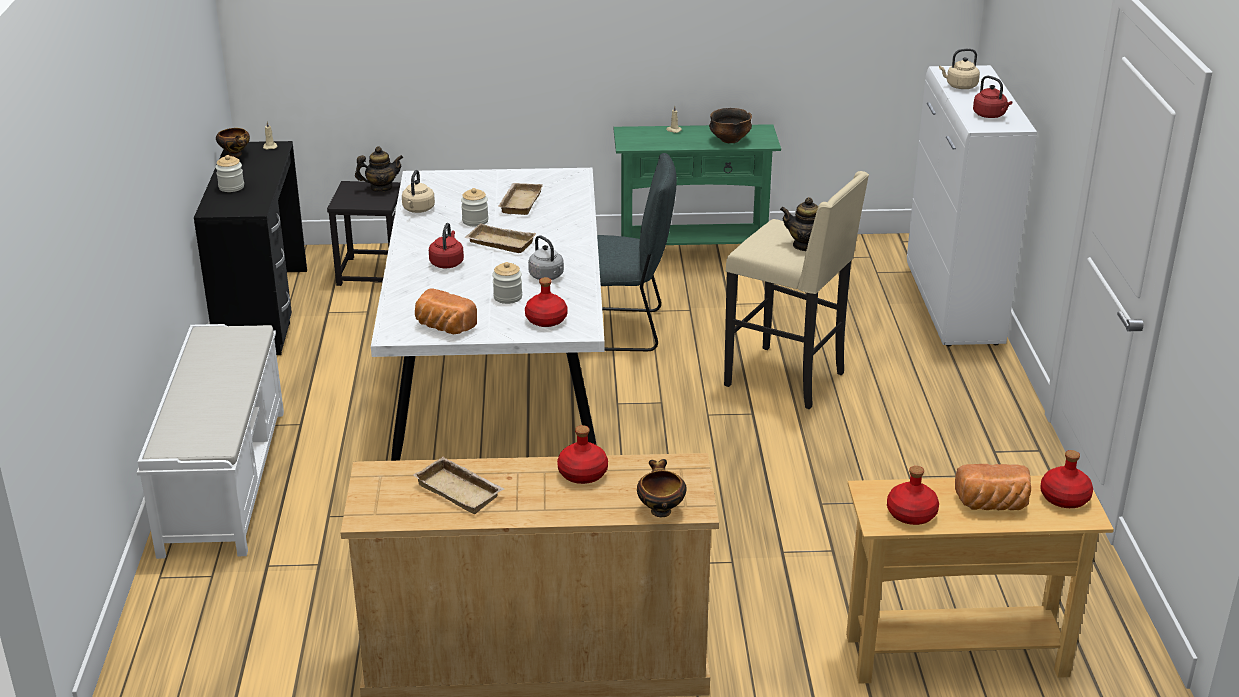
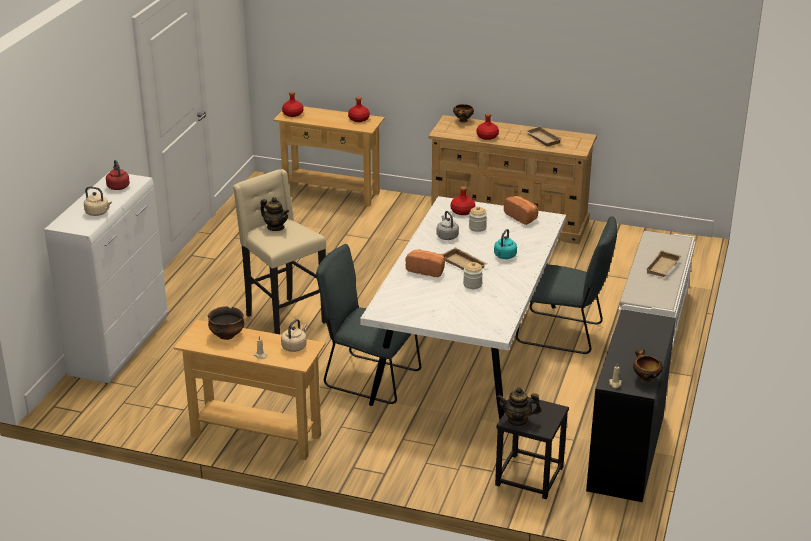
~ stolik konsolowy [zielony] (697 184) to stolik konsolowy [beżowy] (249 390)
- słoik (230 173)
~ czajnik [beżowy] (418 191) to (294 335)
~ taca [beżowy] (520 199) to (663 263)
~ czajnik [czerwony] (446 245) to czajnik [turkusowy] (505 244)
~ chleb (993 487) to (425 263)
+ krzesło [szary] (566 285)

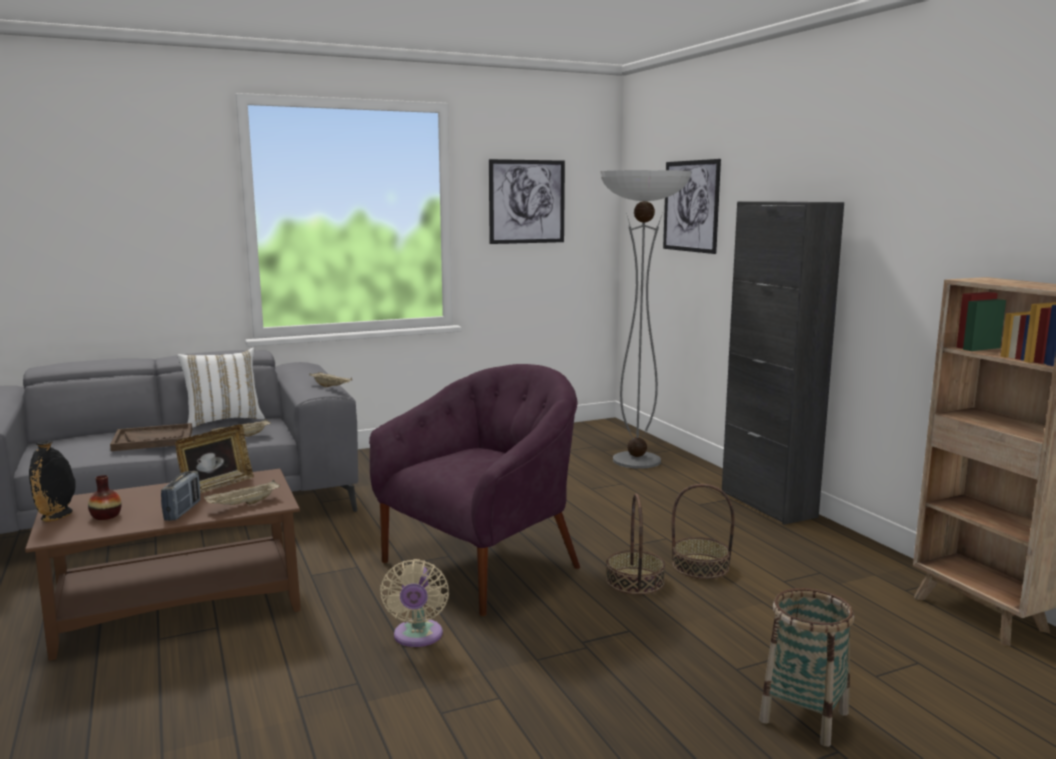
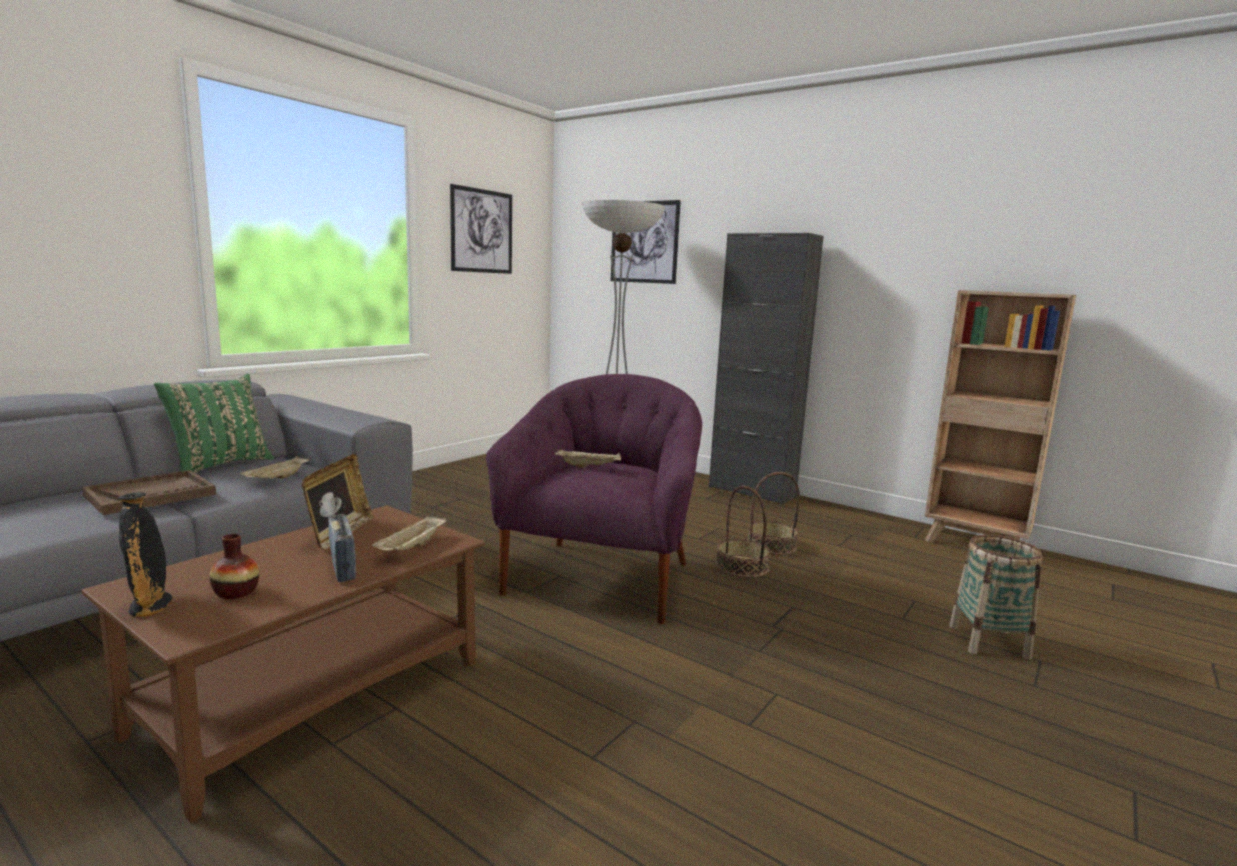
~ poduszka [biały] (221 388) to poduszka [zielony] (214 423)
~ taca [beżowy] (330 379) to (588 458)
- wentylator [beżowy] (414 603)

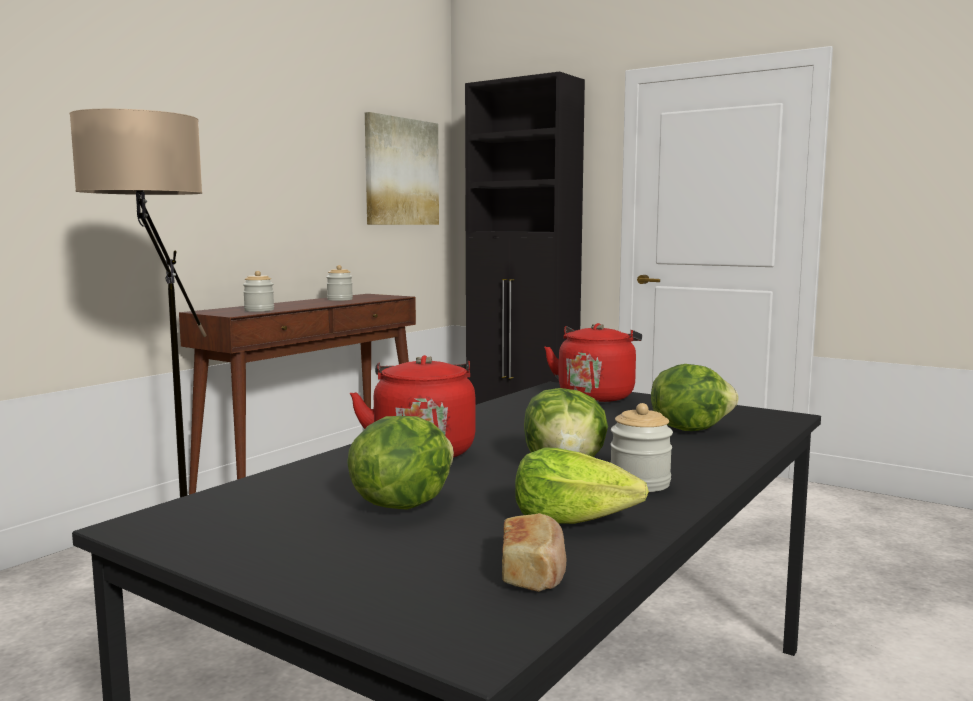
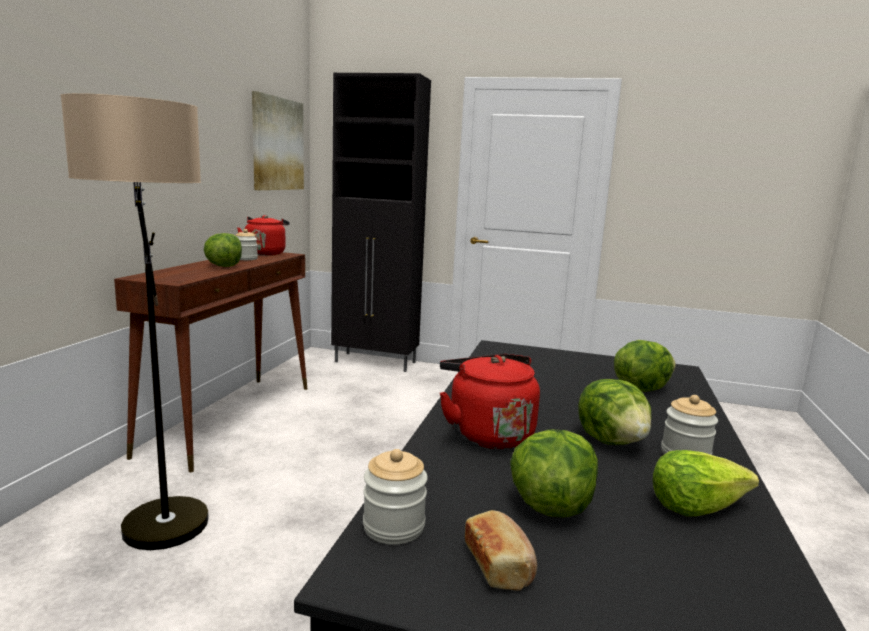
~ słoik (258 291) to (395 497)
~ czajnik [czerwony] (593 362) to (263 235)
~ chleb (534 552) to (501 550)
+ sałata (223 250)

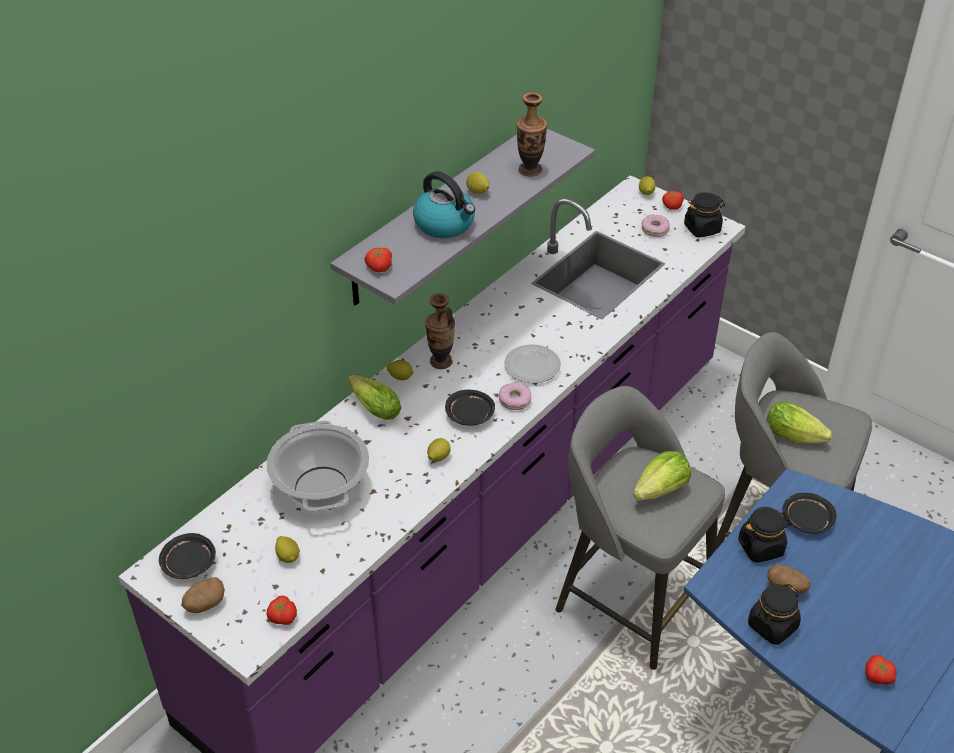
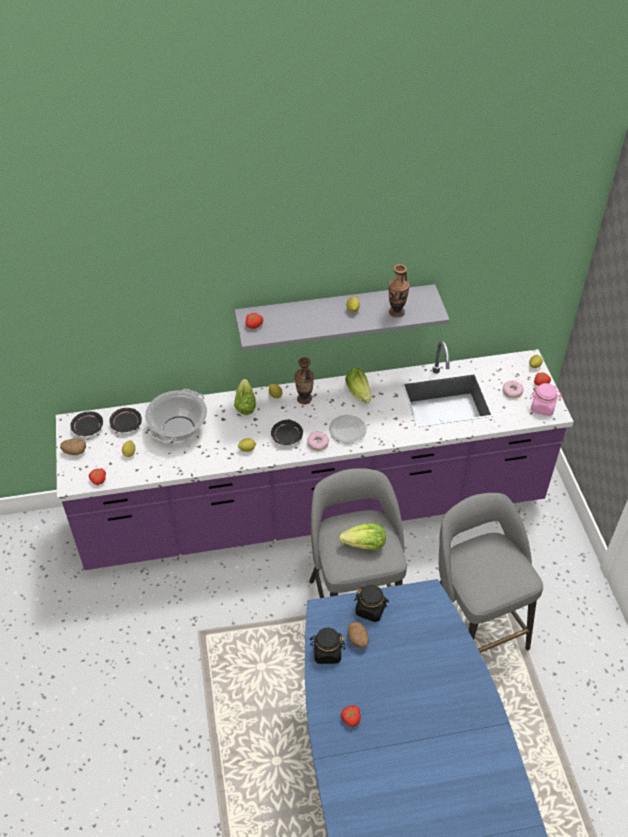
- czajnik (444 204)
~ słoik [czarny] (704 215) to słoik [różowy] (546 399)
~ sałata (799 423) to (358 385)
~ talerz [czarny] (809 513) to (125 420)

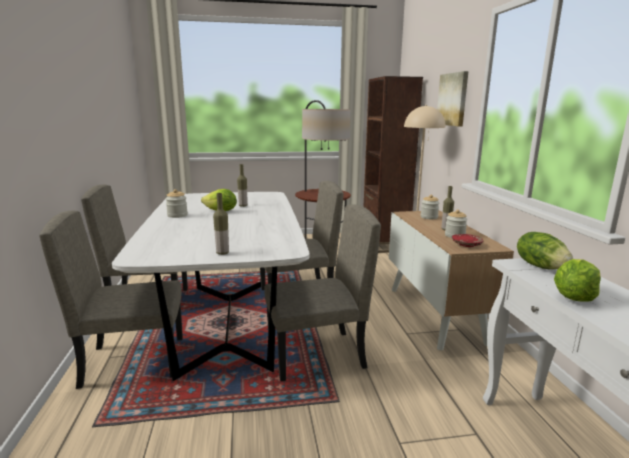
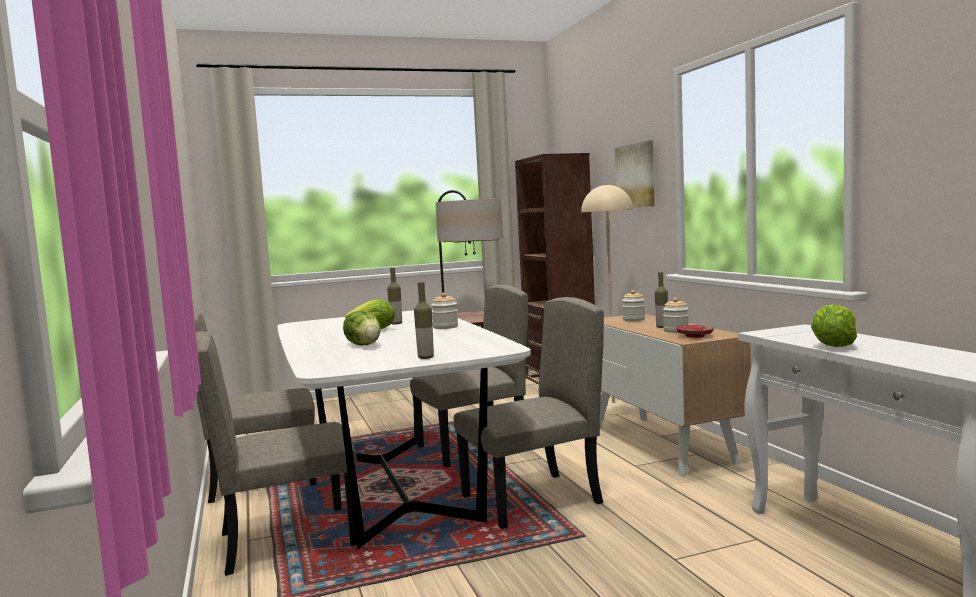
~ słoik (177 203) to (444 311)
~ sałata (545 250) to (361 328)

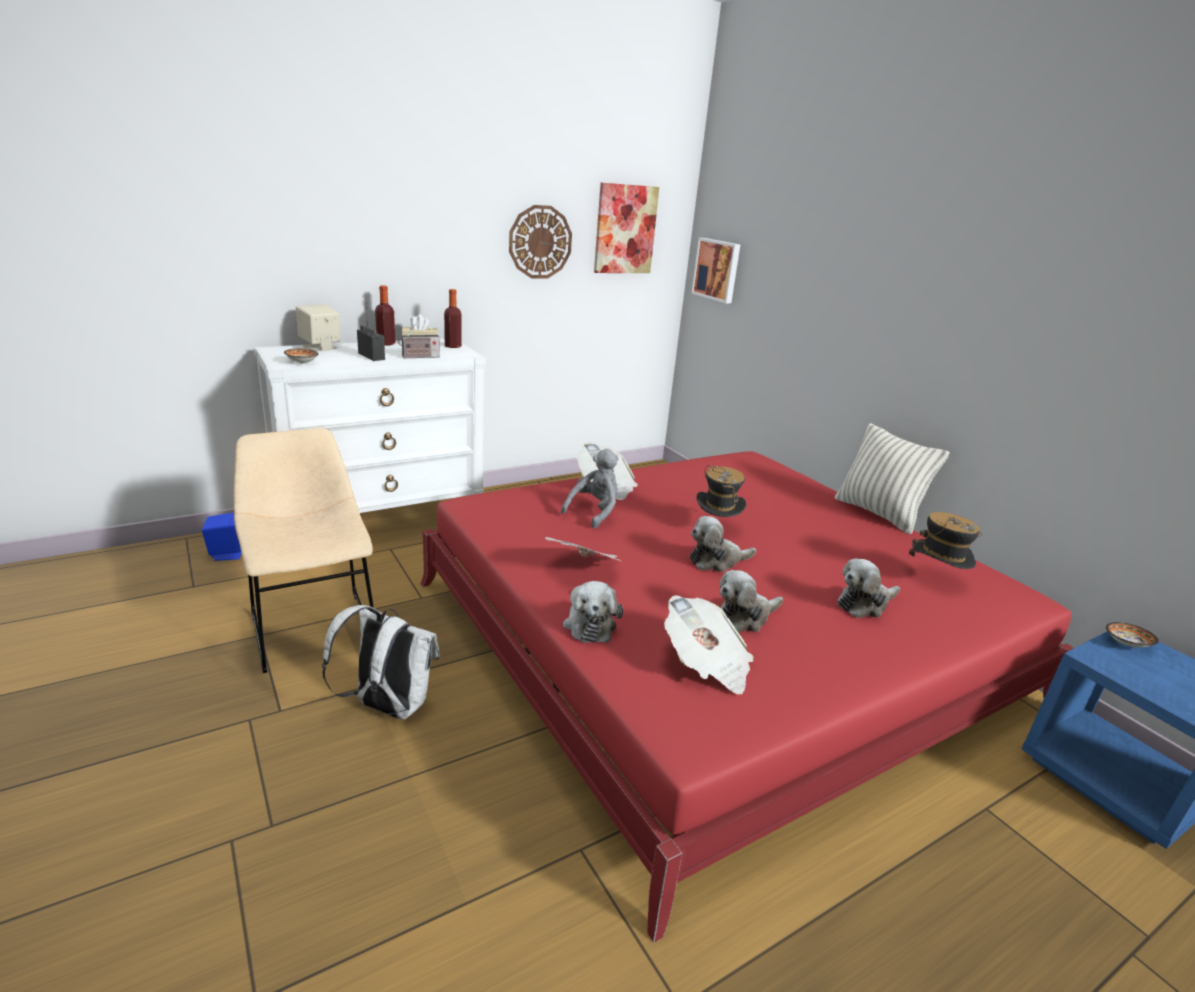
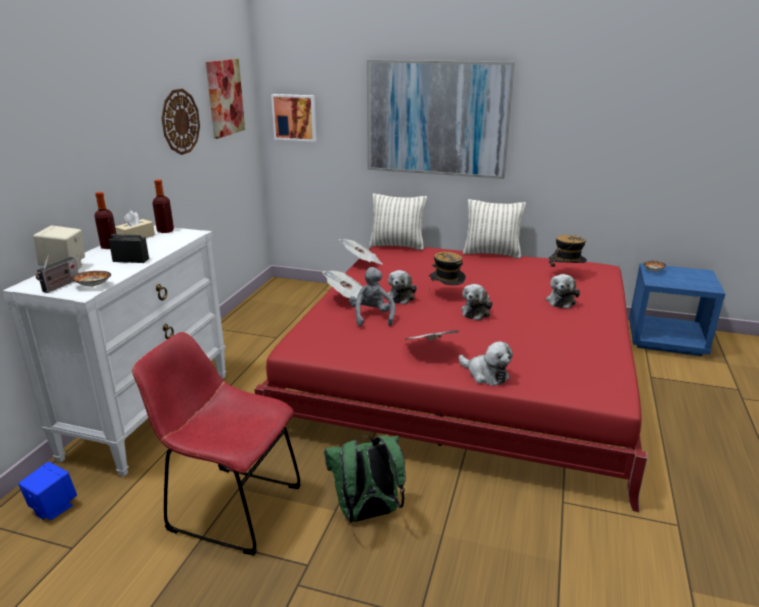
~ radio (419 341) to (57 273)
~ krzesło [beżowy] (303 550) to krzesło [czerwony] (216 443)
~ pluszak (751 601) to (402 287)
~ gazeta (709 644) to (361 252)
~ plecak [biały] (381 662) to plecak [zielony] (365 479)
+ obraz (441 119)
+ poduszka (398 222)

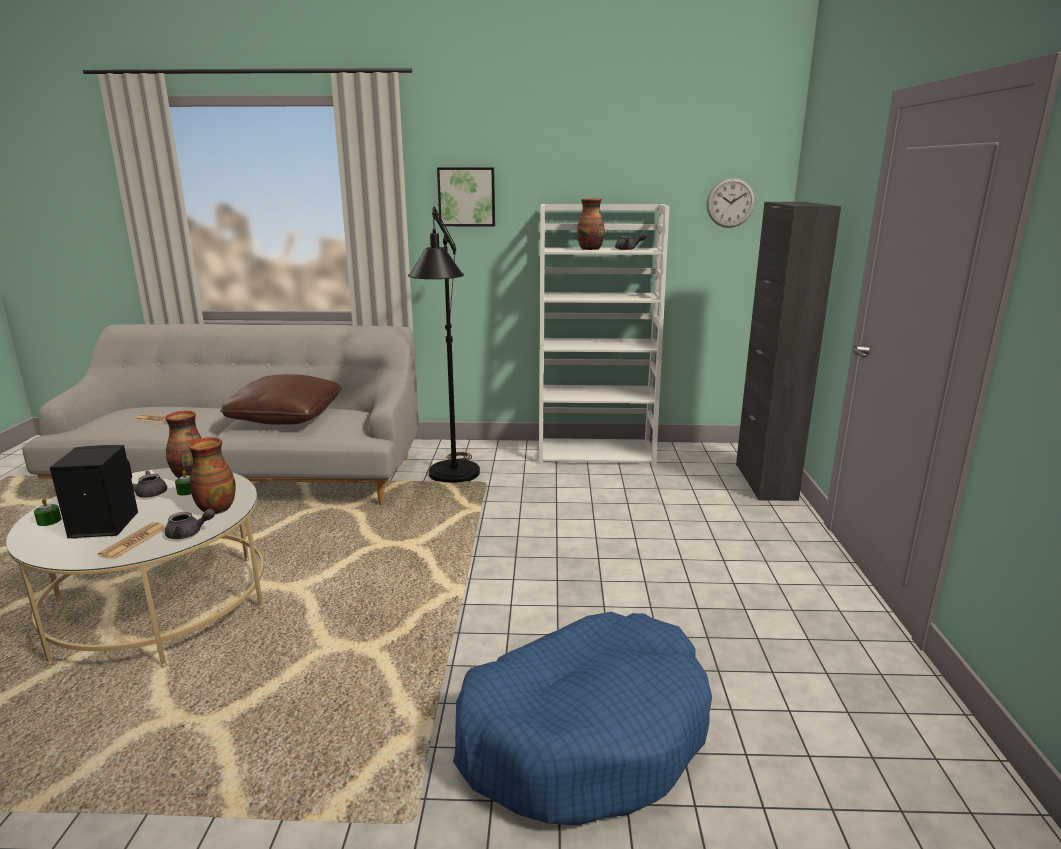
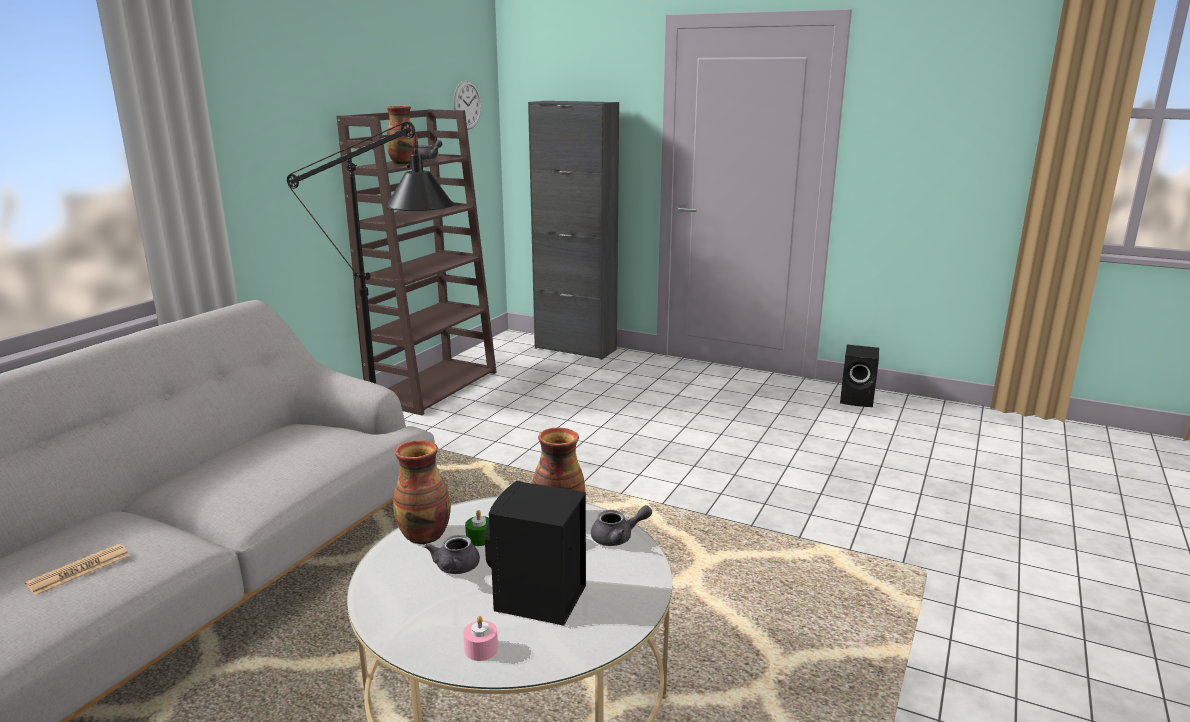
- obraz (466 196)
~ regał [biały] (604 335) to regał [brązowy] (417 262)
- poduszka [brązowy] (281 399)
~ świeca [zielony] (48 512) to świeca [różowy] (480 638)
~ imbryk [szary] (190 524) = (621 525) 60 degrees clockwise
- gazeta (132 540)
- legowisko [niebieski] (582 718)
+ głośnik [czarny] (859 376)

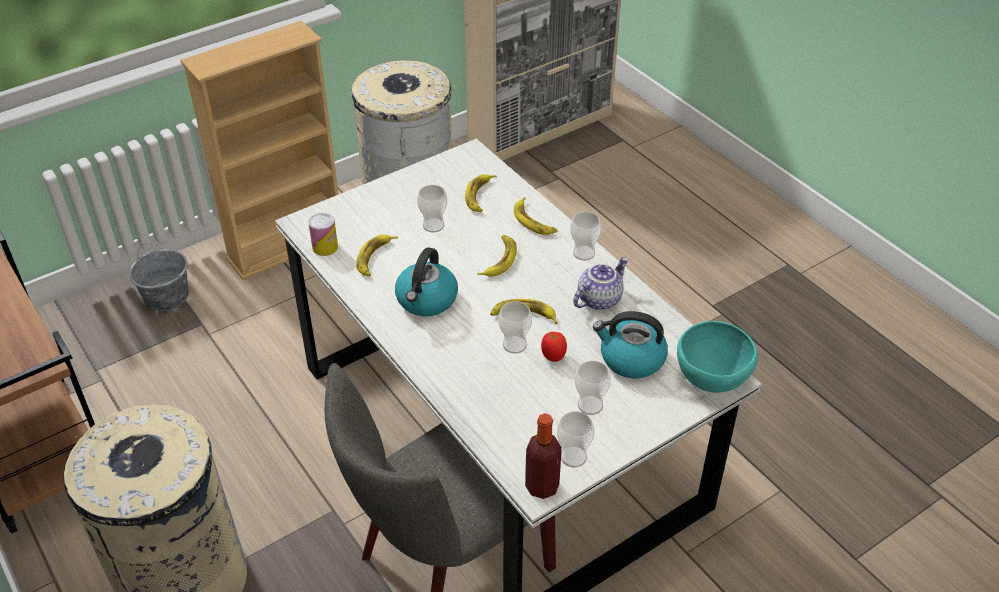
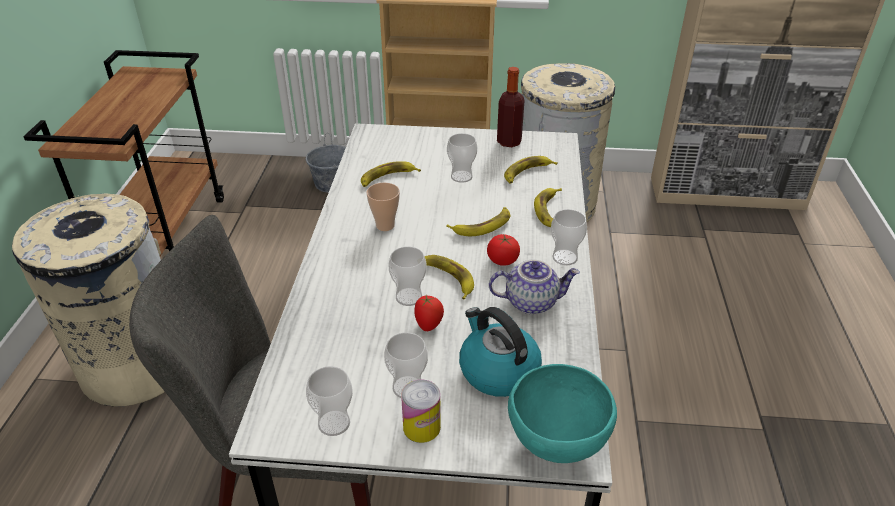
~ puszka (323 234) to (421 411)
~ czajnik (426 281) to filiżanka (383 206)
~ butelka (543 456) to (511 107)
+ pomidor (503 250)

